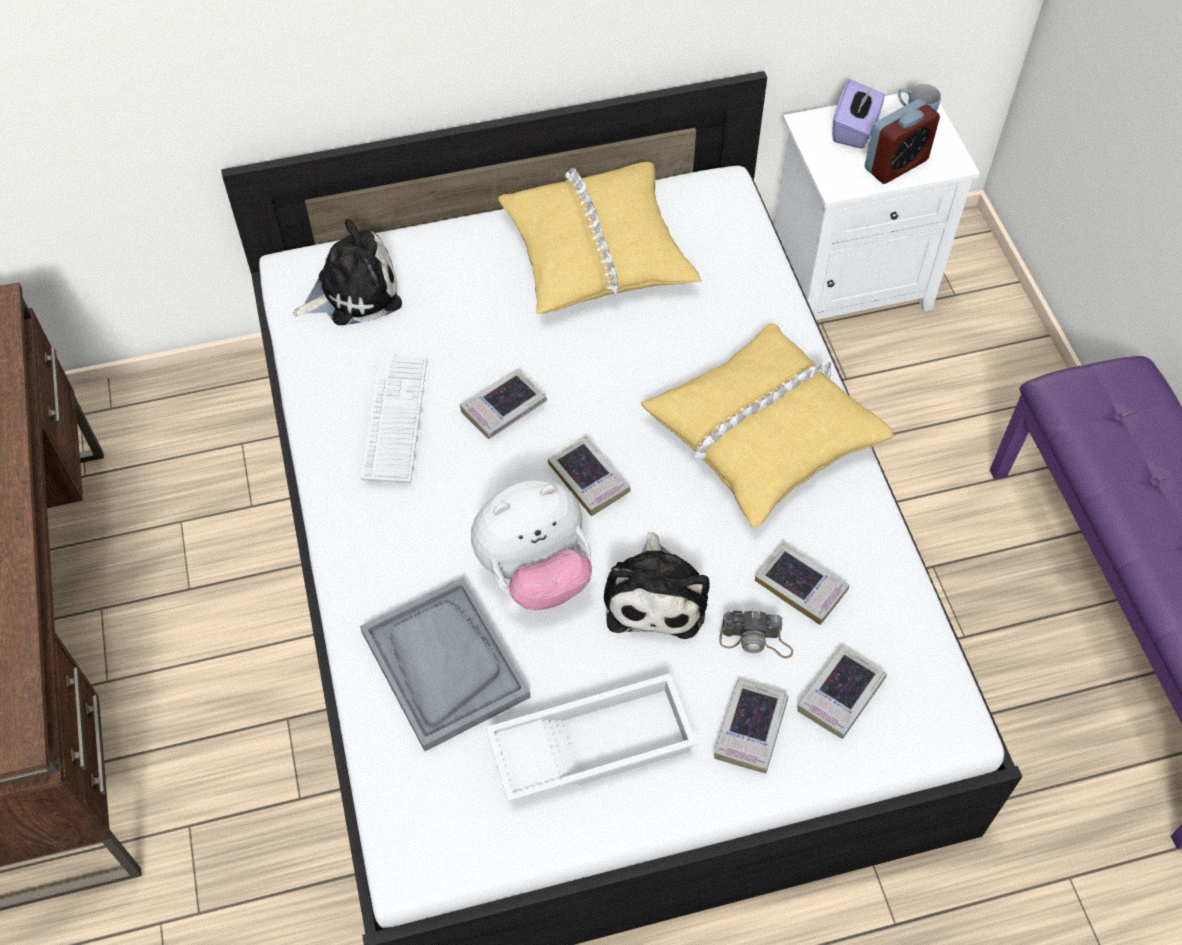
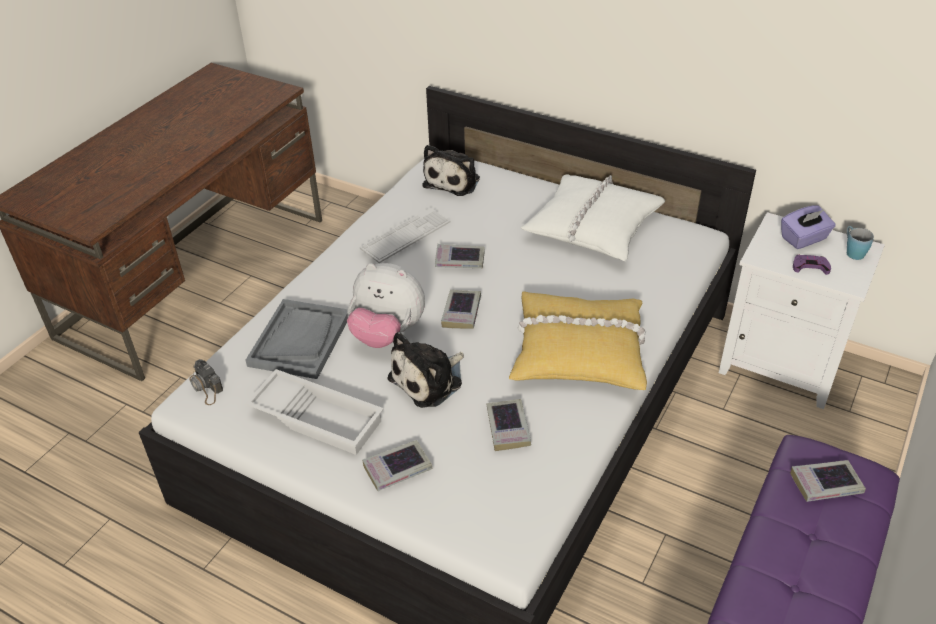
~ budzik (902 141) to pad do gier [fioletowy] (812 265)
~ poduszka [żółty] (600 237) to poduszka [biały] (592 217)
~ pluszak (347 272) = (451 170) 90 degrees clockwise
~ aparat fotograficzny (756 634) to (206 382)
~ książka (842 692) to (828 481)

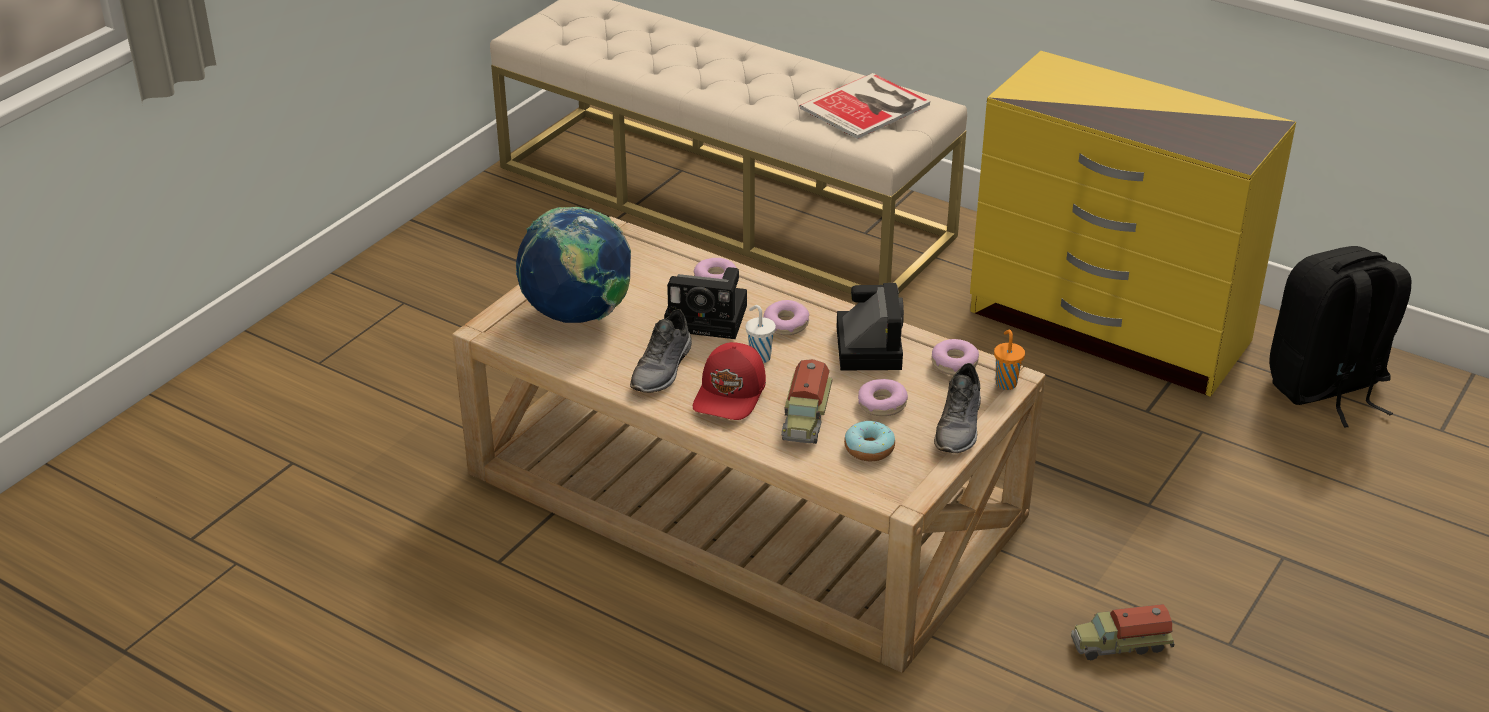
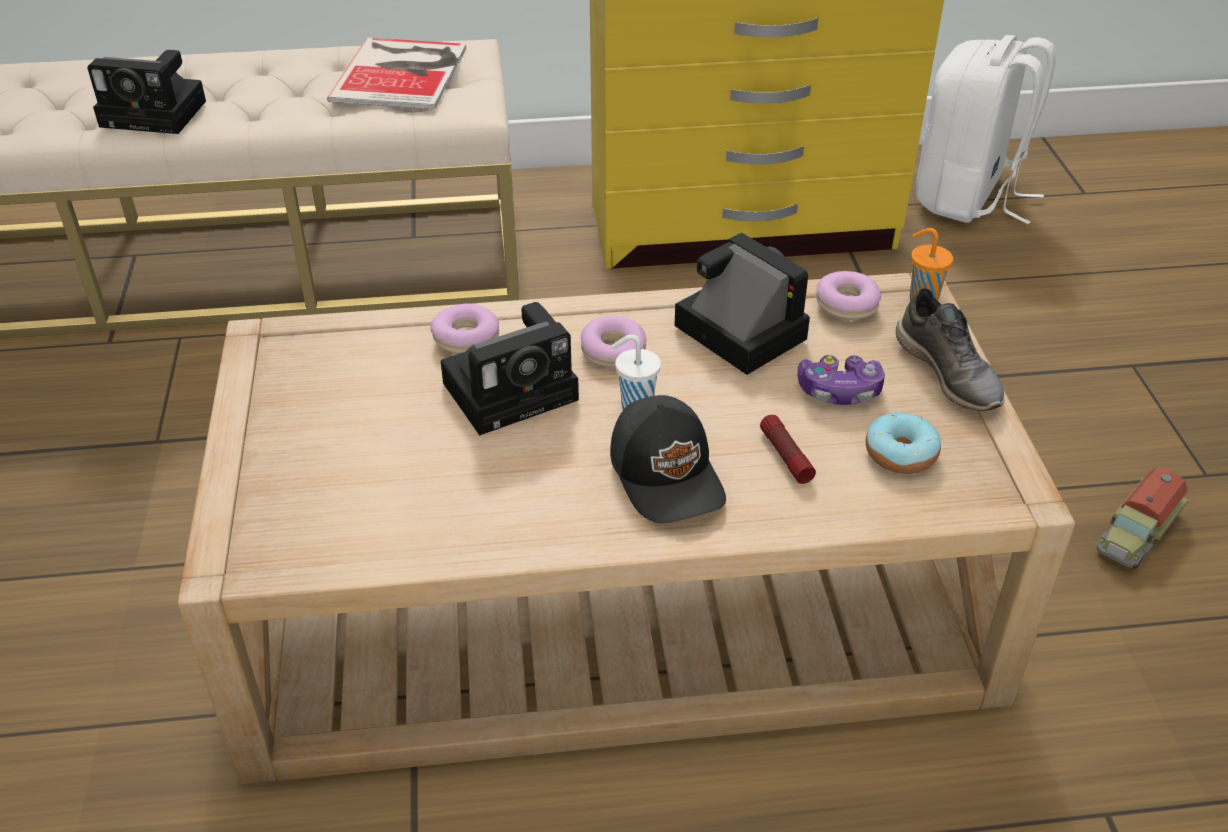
- globus (573 265)
~ plecak [czarny] (1341 337) to plecak [biały] (986 129)
- but [szary] (661 351)
~ czapka z daszkiem [czerwony] (729 381) to czapka z daszkiem [czarny] (668 459)
~ ciężarówka zabawkowa (806 401) to latarka (788 449)
~ donut (883 397) to pad do gier (841 380)
+ aparat fotograficzny (146 92)

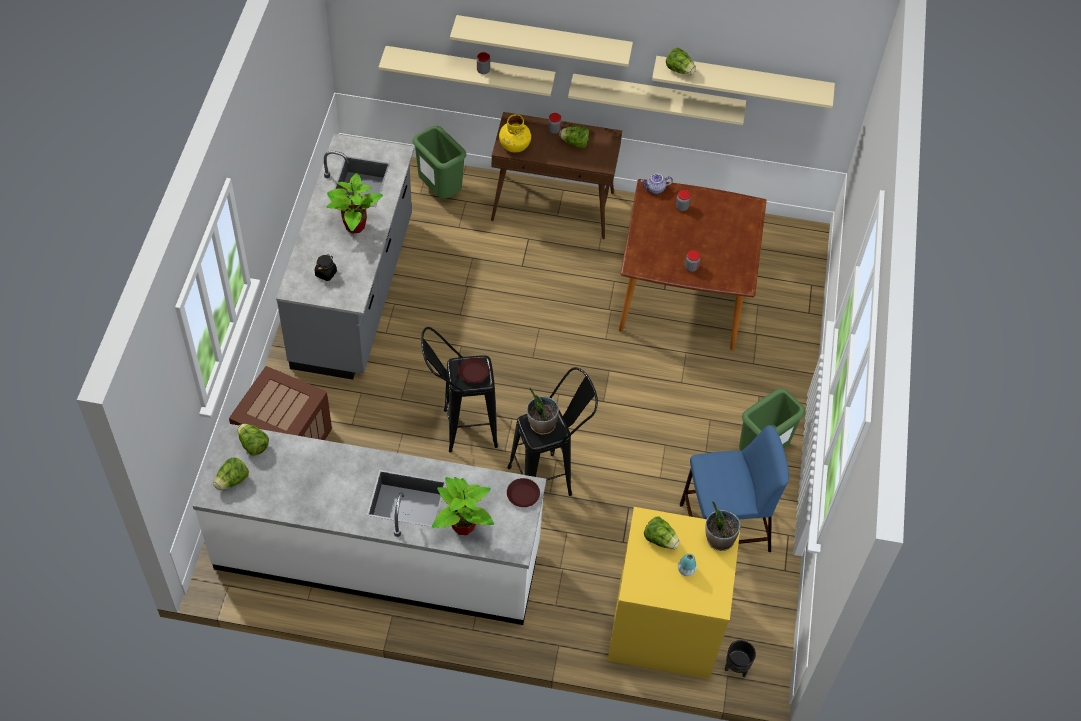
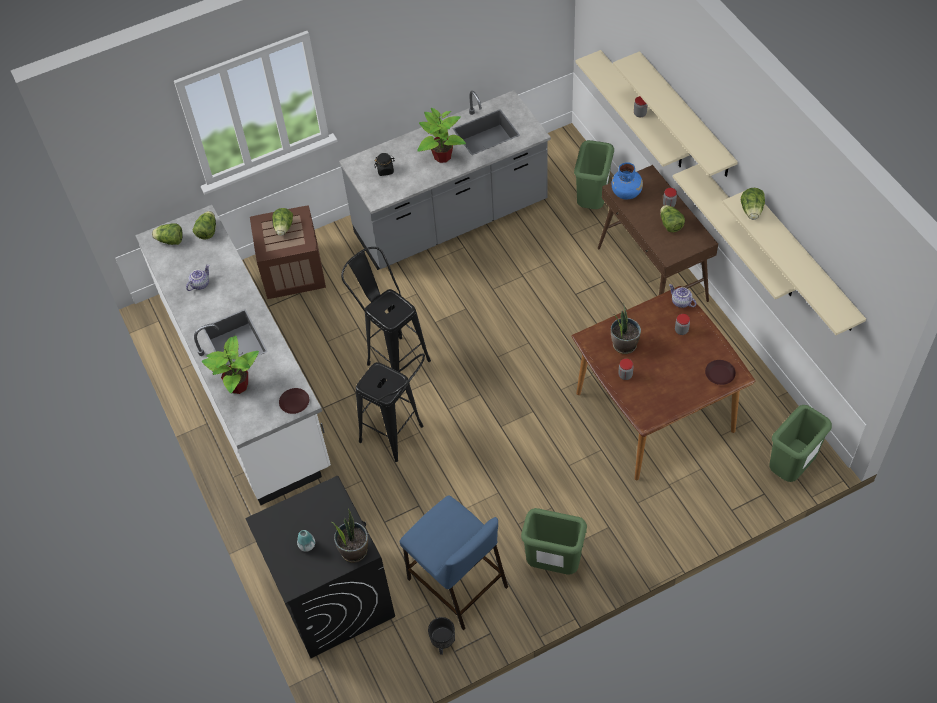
~ wazon [żółty] (515 133) to wazon [niebieski] (627 181)
~ talerz [brązowy] (473 370) to (720 372)
~ roślina doniczkowa (543 411) to (626 328)
~ pralka [żółty] (673 593) to pralka [czarny] (320 567)
~ sałata (662 532) to (282 222)
~ donica [czarny] (740 658) to (441 636)
+ imbryk (197 278)
+ kosz na śmieci [zielony] (800 443)

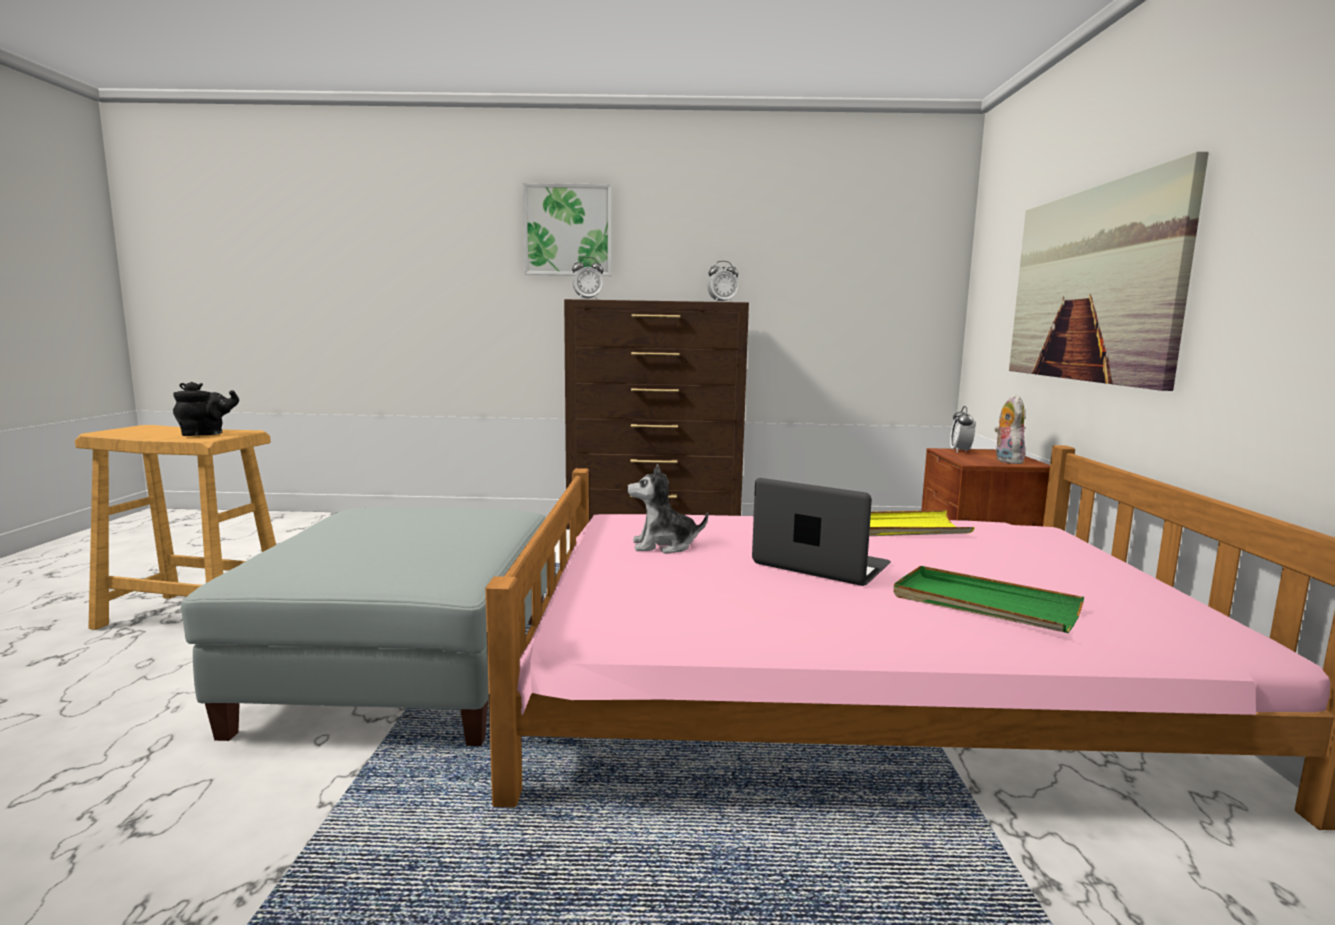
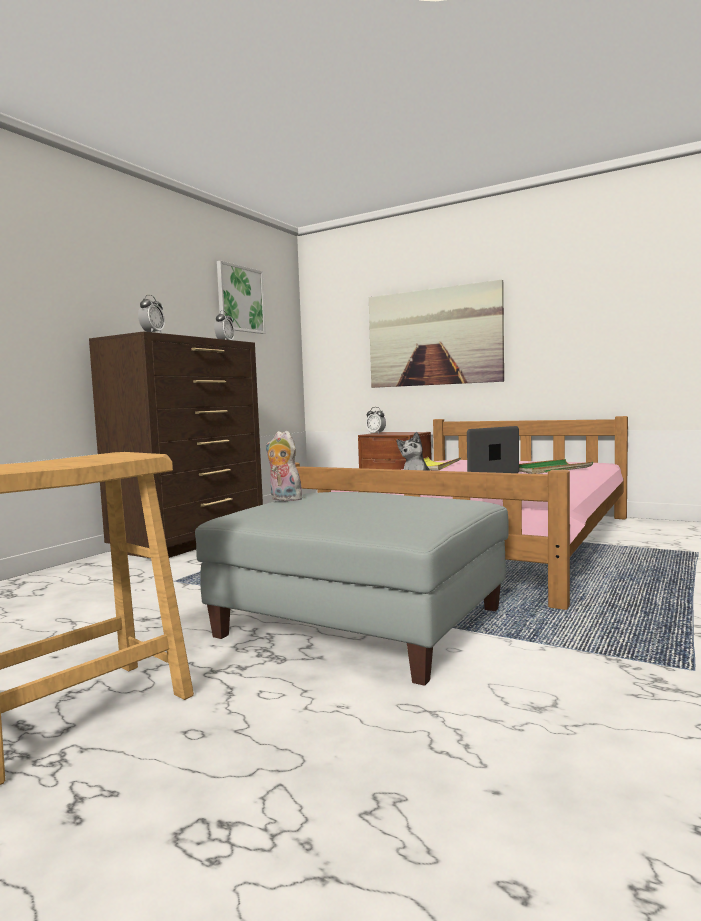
~ obraz (567 229) to (241 297)
- imbryk [czarny] (206 409)
~ pluszak (1009 429) to (284 466)

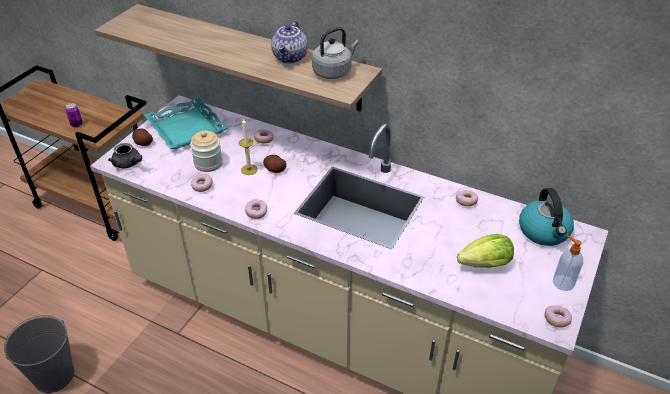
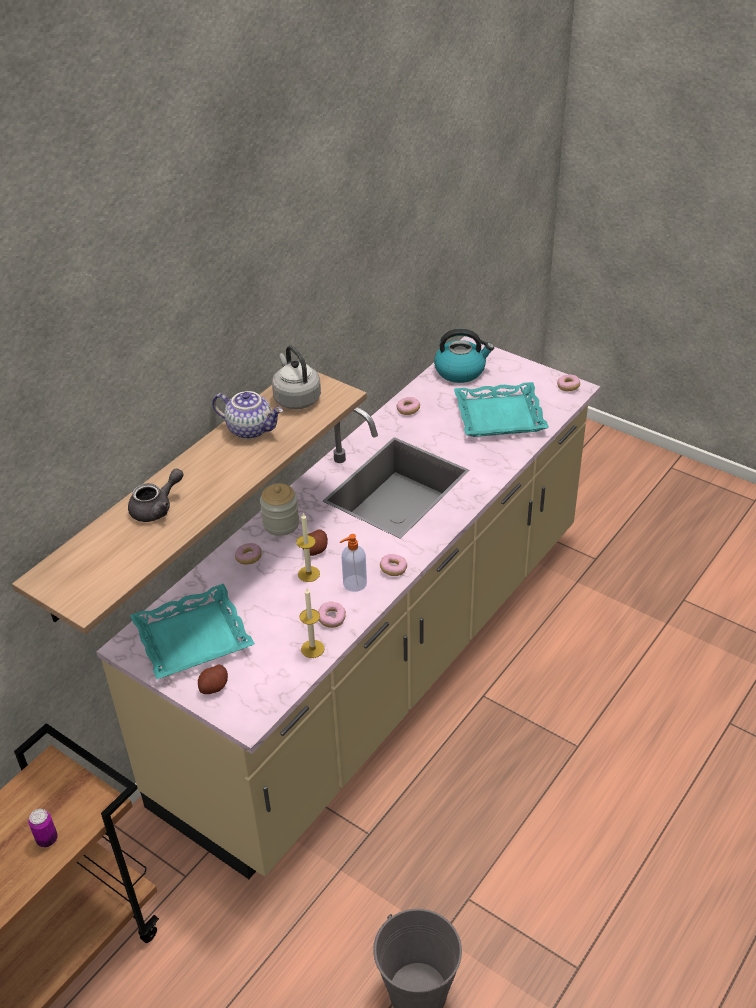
~ słoik (206 151) to (279 509)
~ imbryk [szary] (125 155) to (155 495)
~ sałata (485 251) to taca [turkusowy] (501 409)
~ dozownik mydła (568 263) to (353 563)
+ świeca (312 623)

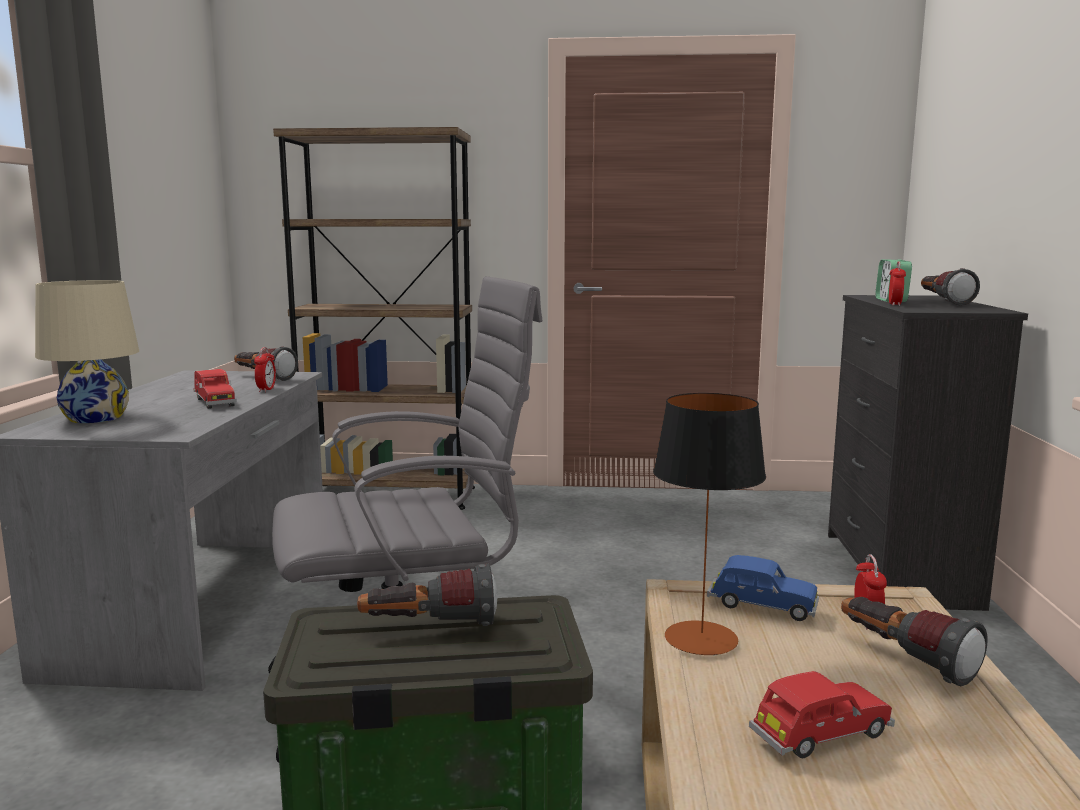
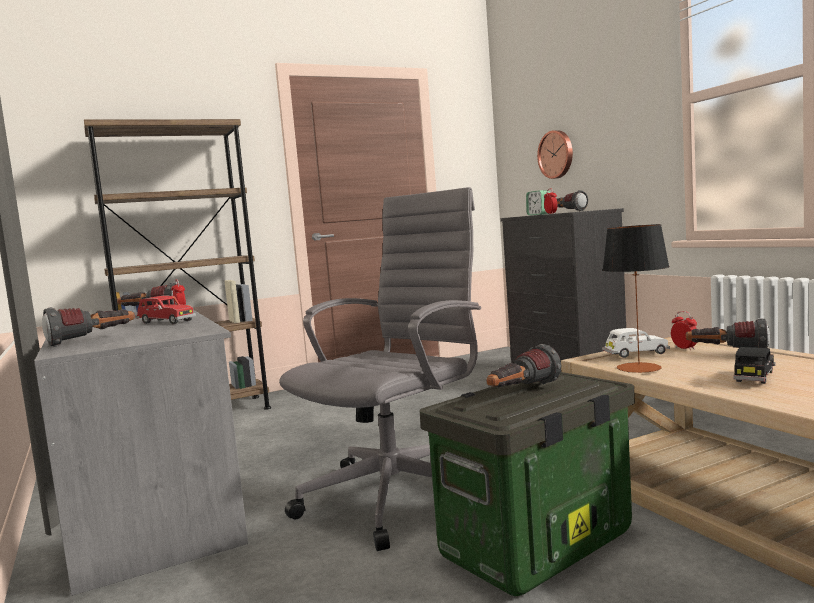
~ lampa stołowa [beżowy] (87 351) to latarka (88 327)
~ samochodzik [niebieski] (763 588) to samochodzik [biały] (636 343)
~ samochodzik [czerwony] (822 714) to samochodzik [czarny] (754 365)
+ zegar ścienny (555 154)

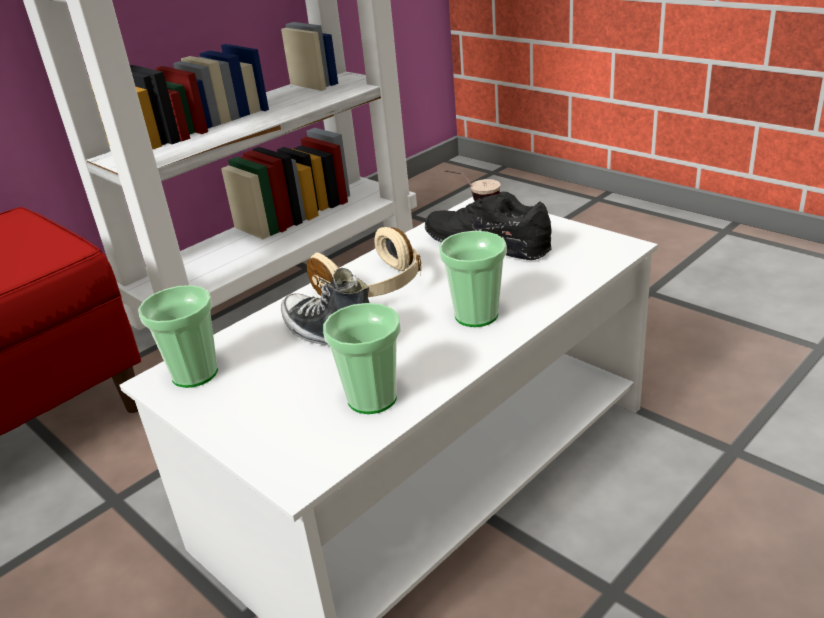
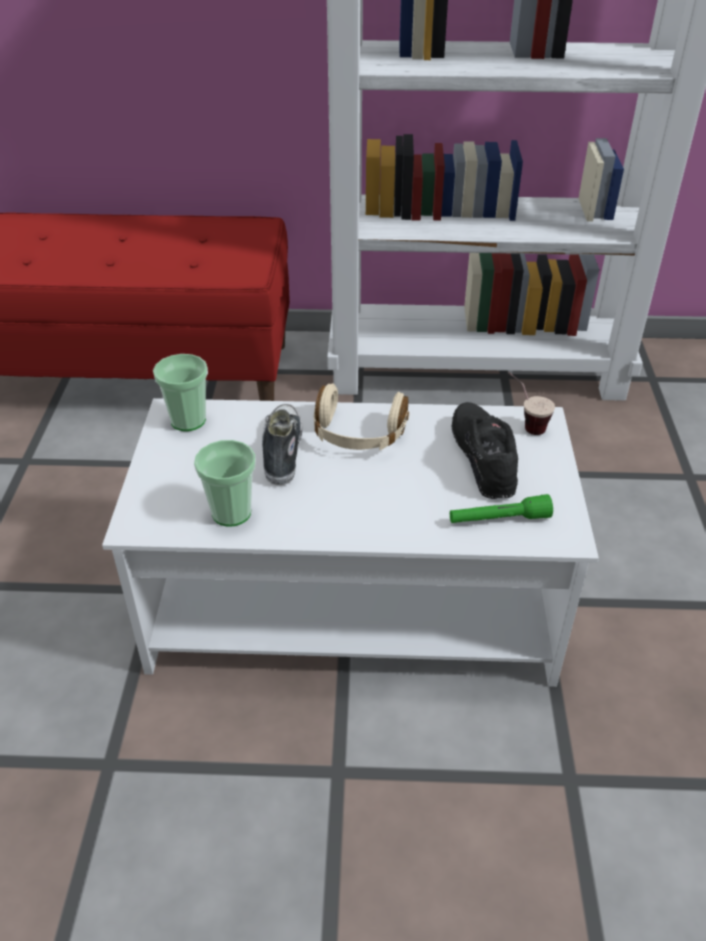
- filiżanka (473 279)
+ latarka [zielony] (501 508)

